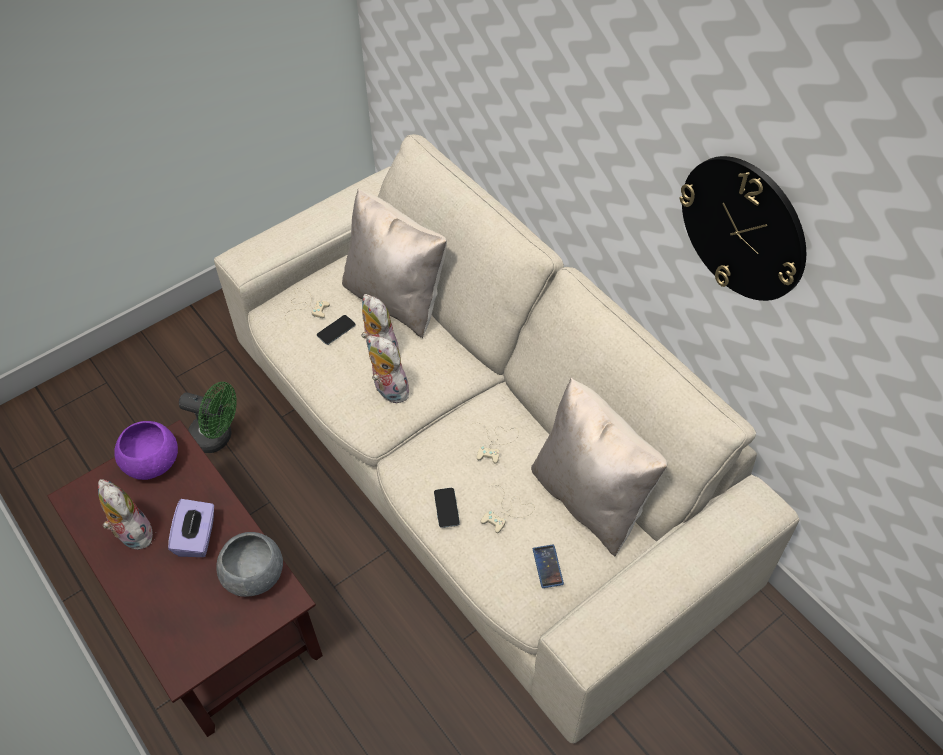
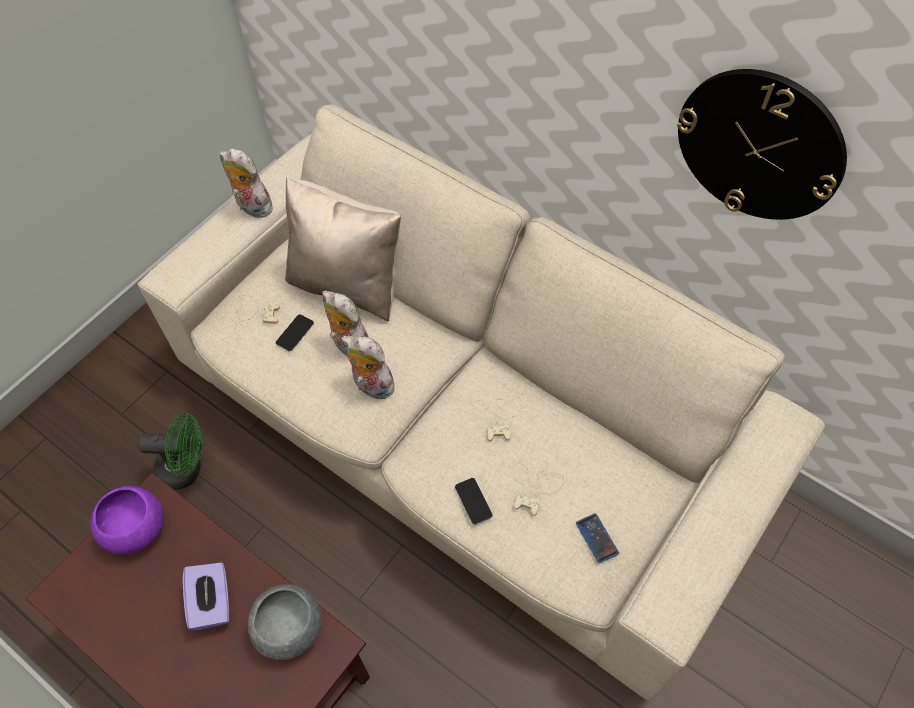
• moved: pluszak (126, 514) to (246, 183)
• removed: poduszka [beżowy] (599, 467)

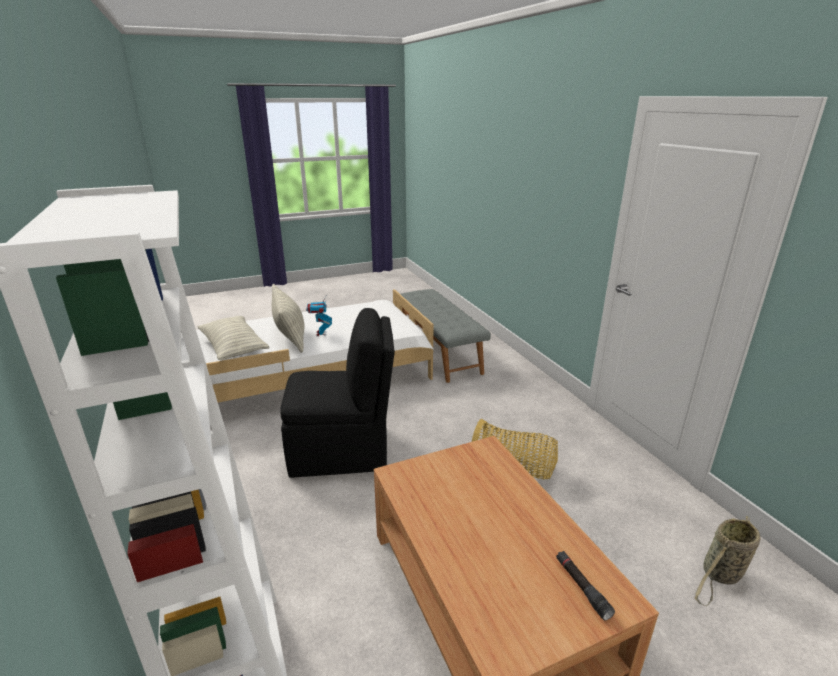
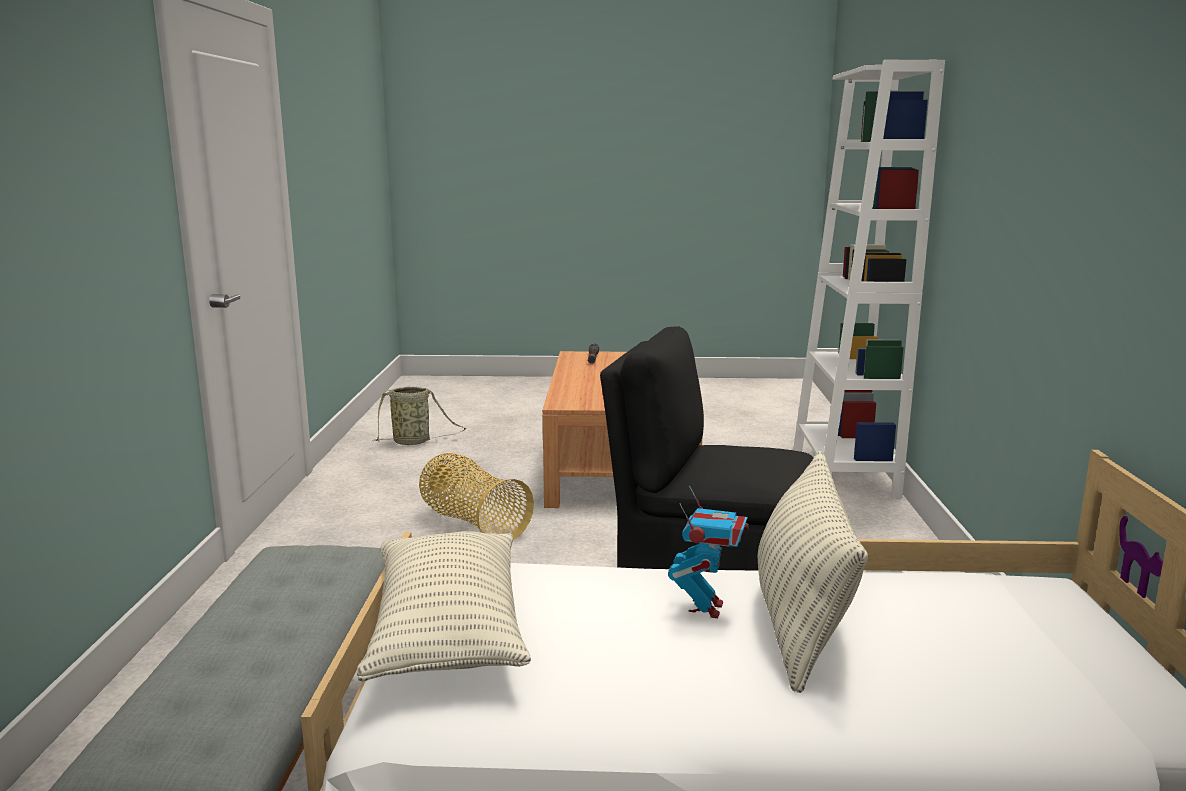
• moved: poduszka (233, 338) to (444, 606)

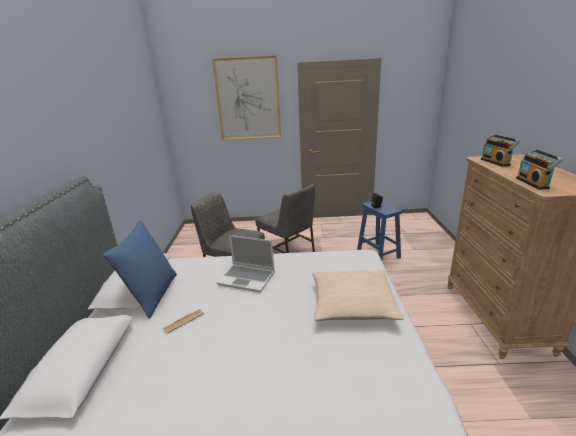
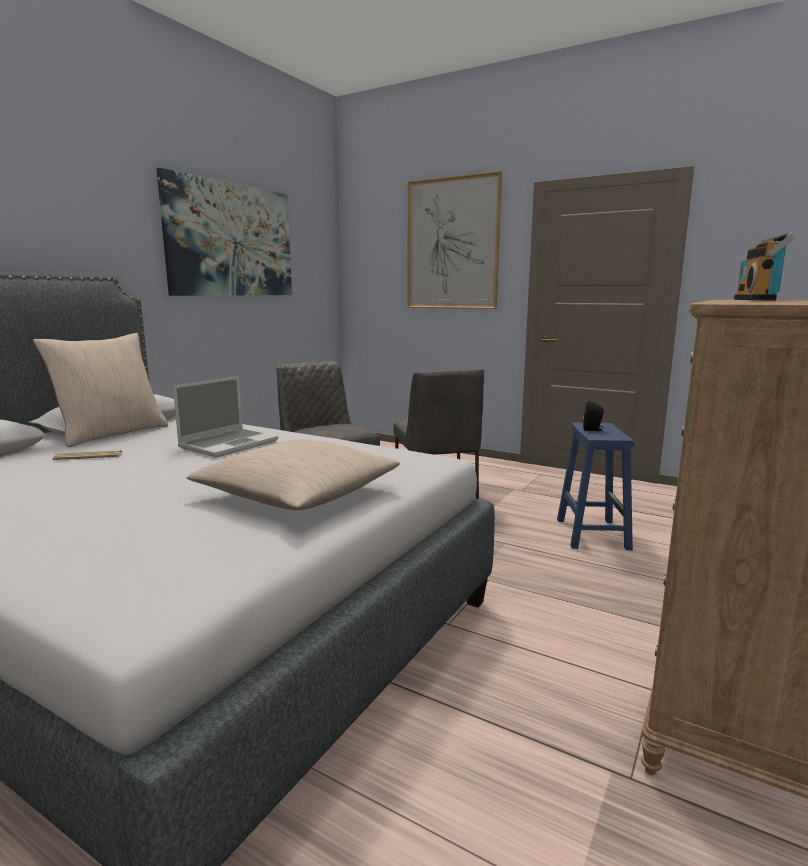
• recoloured: poduszka [niebieski] (140, 269) to poduszka [beżowy] (100, 390)
• turned: laptop (246, 263) = (225, 417) 105 degrees counterclockwise
• removed: radio (539, 169)
• added: obraz (224, 232)

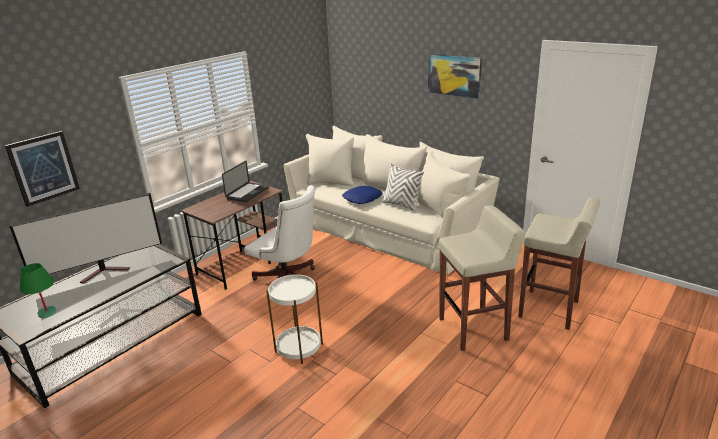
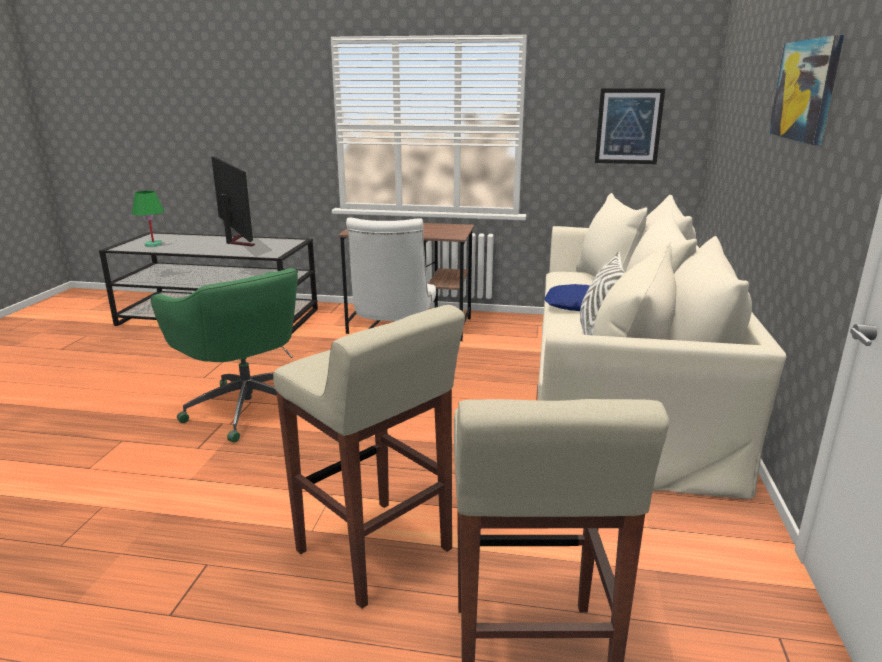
• moved: obraz (42, 169) to (630, 126)
• turned: telewizor (85, 238) = (233, 201) 150 degrees counterclockwise
• removed: laptop (245, 181)
• replaced: stolik [biały] (294, 319) to krzesło biurowe [zielony] (224, 355)

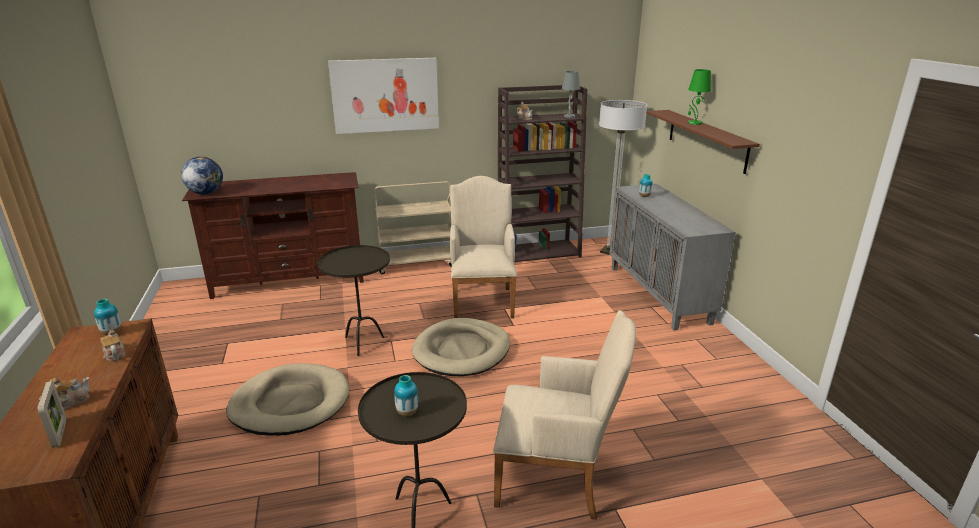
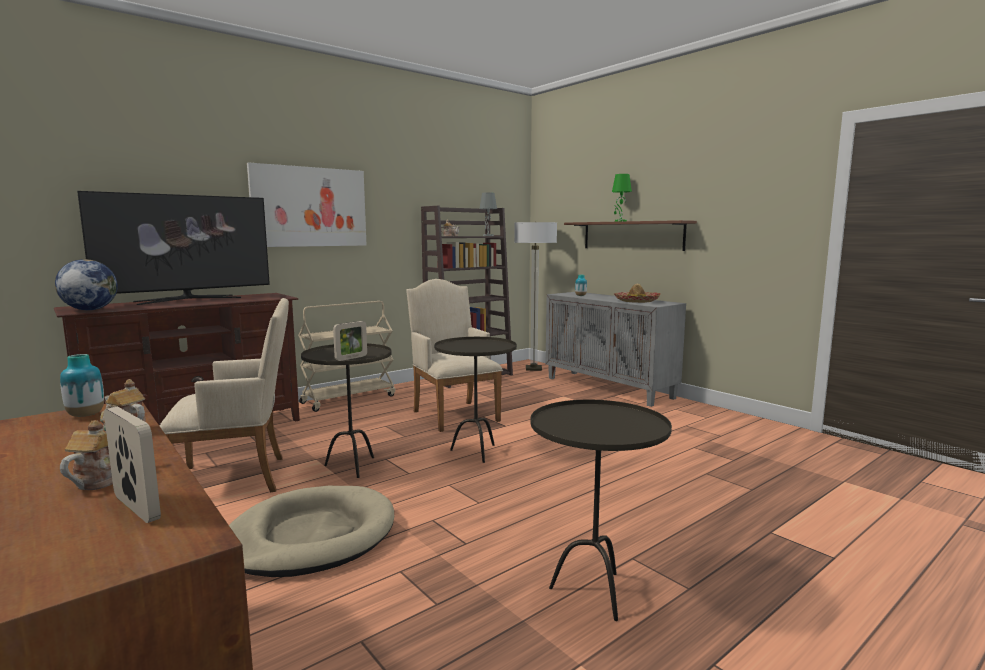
• removed: wazon (406, 395)
• replaced: legowisko [beżowy] (461, 347) to stolik [brązowy] (475, 400)
• moved: fotel [beżowy] (564, 415) to (224, 395)
• added: telewizor (173, 248)
• added: ramka na zdjęcie (350, 341)
• added: kapelusz (637, 293)

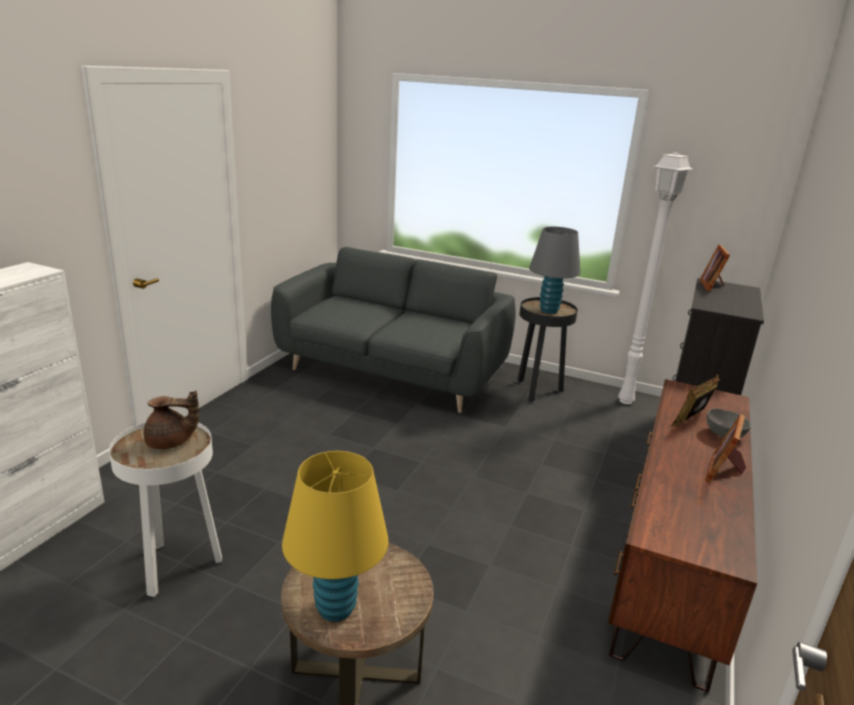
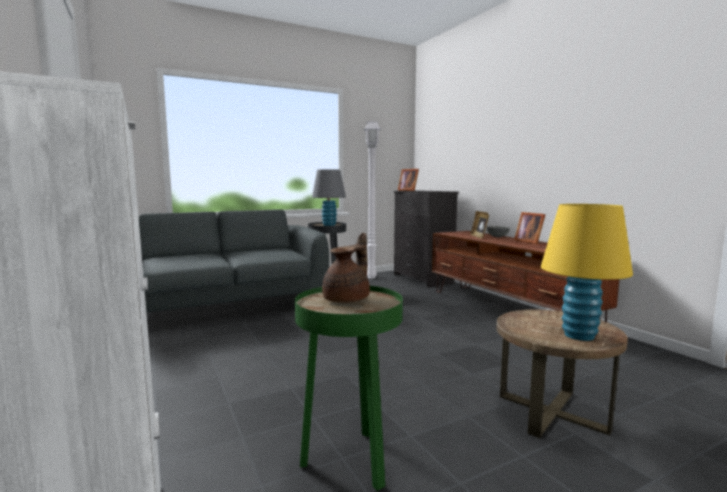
• recoloured: stolik [biały] (165, 509) to stolik [zielony] (349, 388)

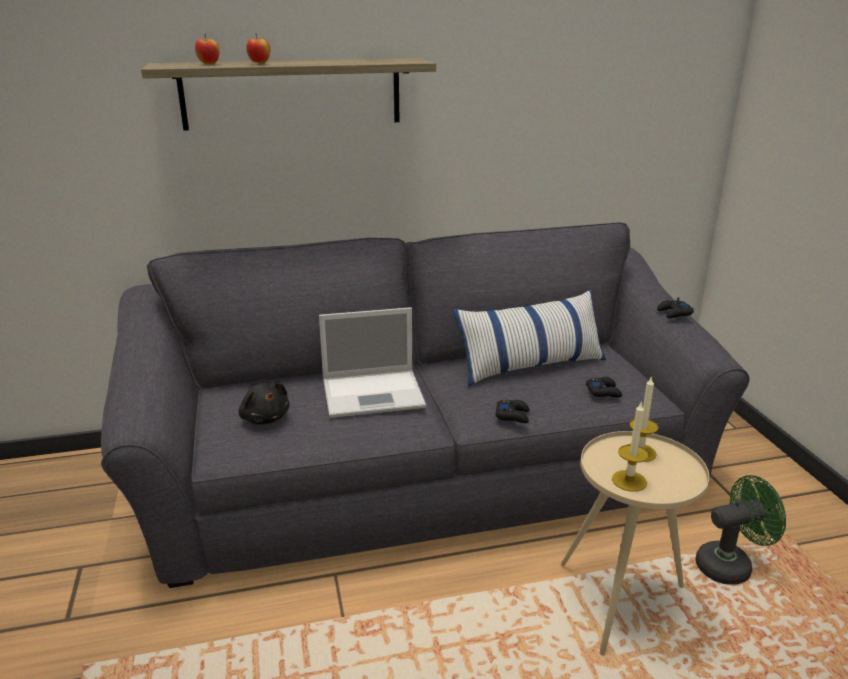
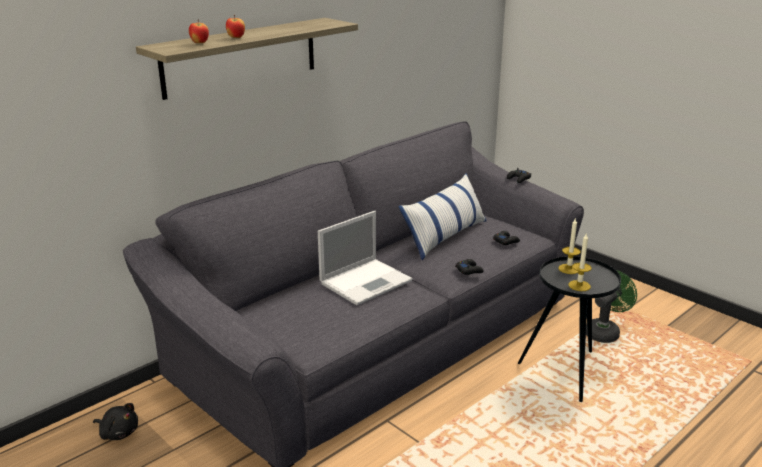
• moved: pluszak [czarny] (264, 403) to (115, 421)
• recoloured: stolik [beżowy] (635, 543) to stolik [czarny] (569, 329)

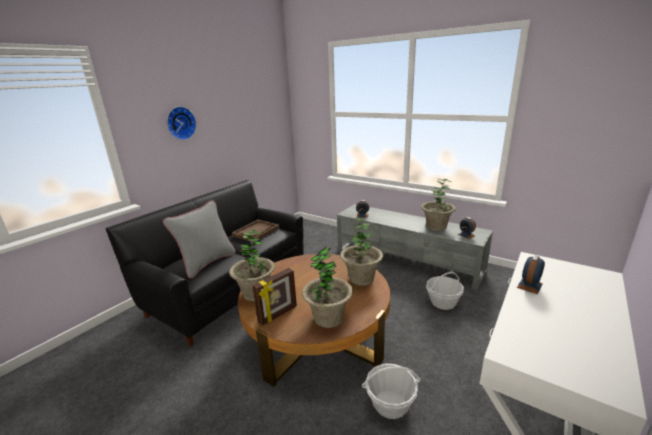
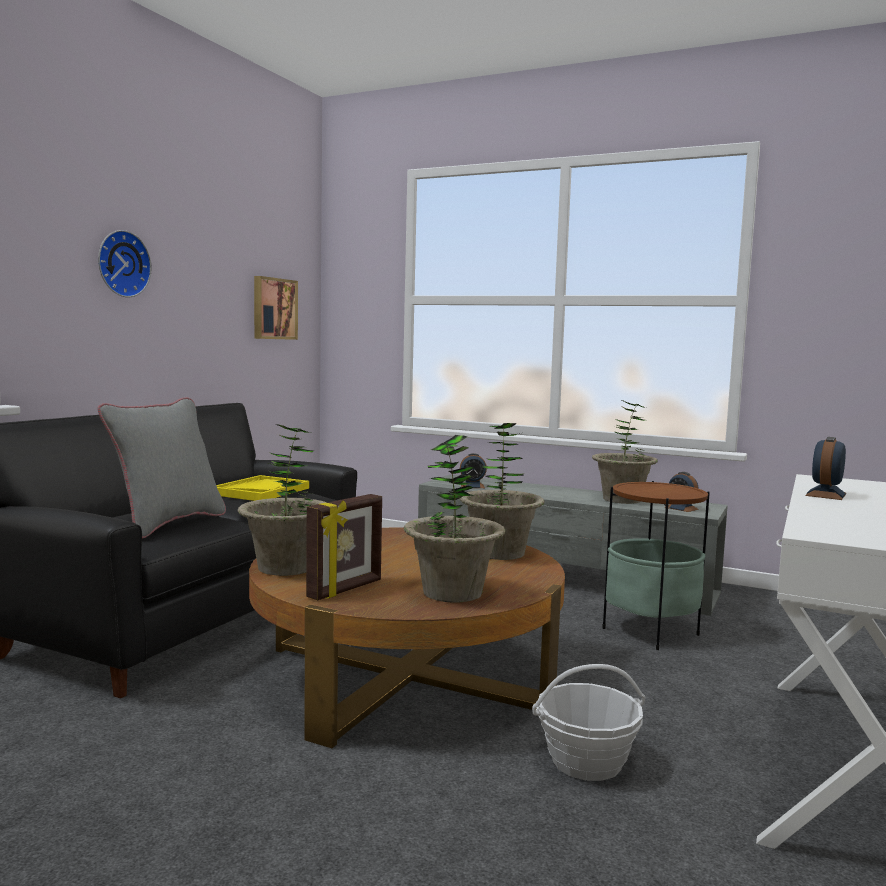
• recoloured: taca [brązowy] (255, 230) to taca [żółty] (262, 488)
• replaced: koszyk (445, 291) to stolik (656, 565)
• added: obraz (276, 308)

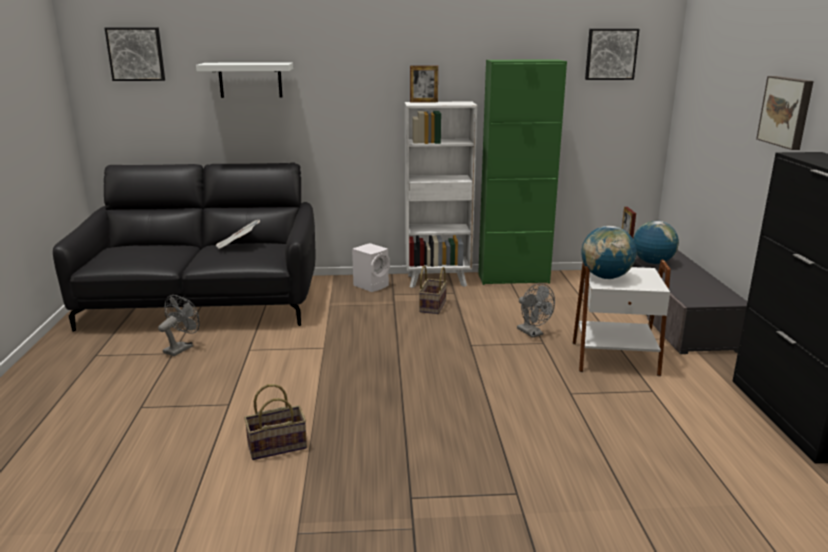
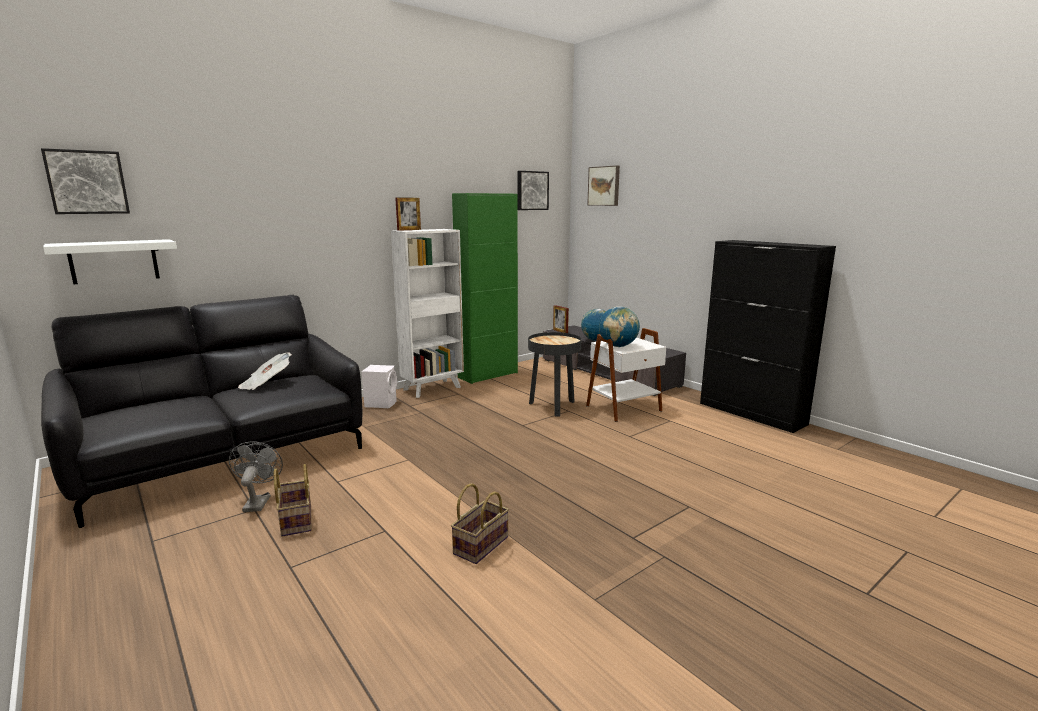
• moved: półka [biały] (244, 80) to (110, 262)
• moved: koszyk (433, 289) to (292, 500)
• replaced: wentylator [szary] (536, 310) to stolik [czarny] (554, 374)
• moved: obraz (785, 113) to (603, 185)

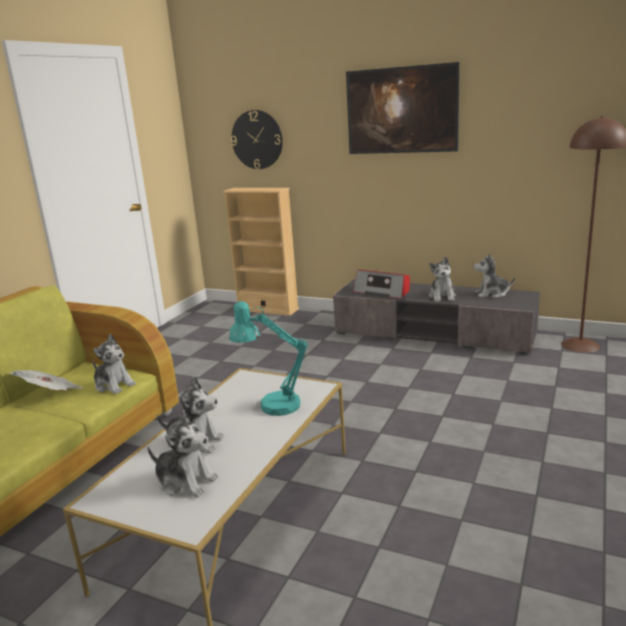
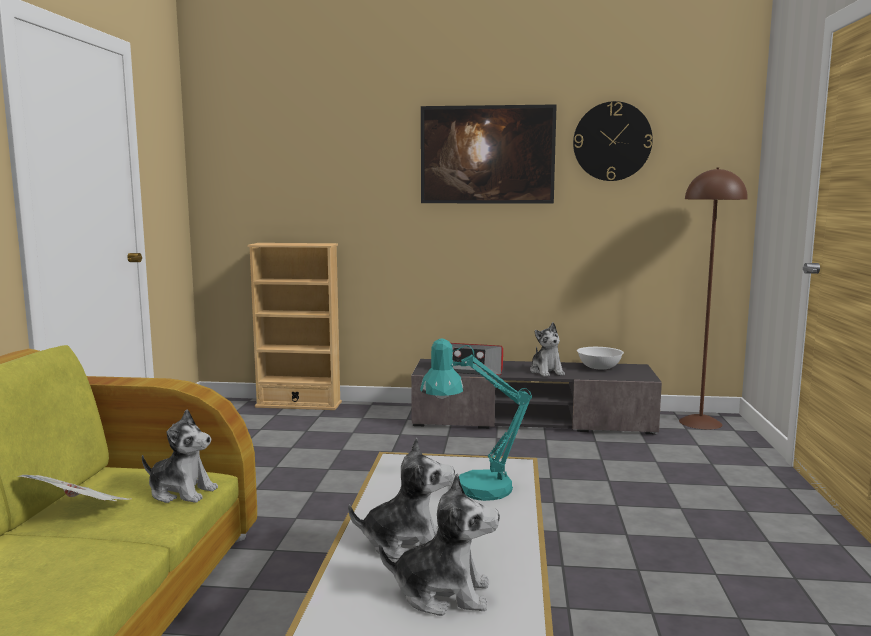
• moved: zegar ścienny (257, 139) to (613, 141)
• replaced: pluszak (494, 276) to miska [biały] (600, 358)

